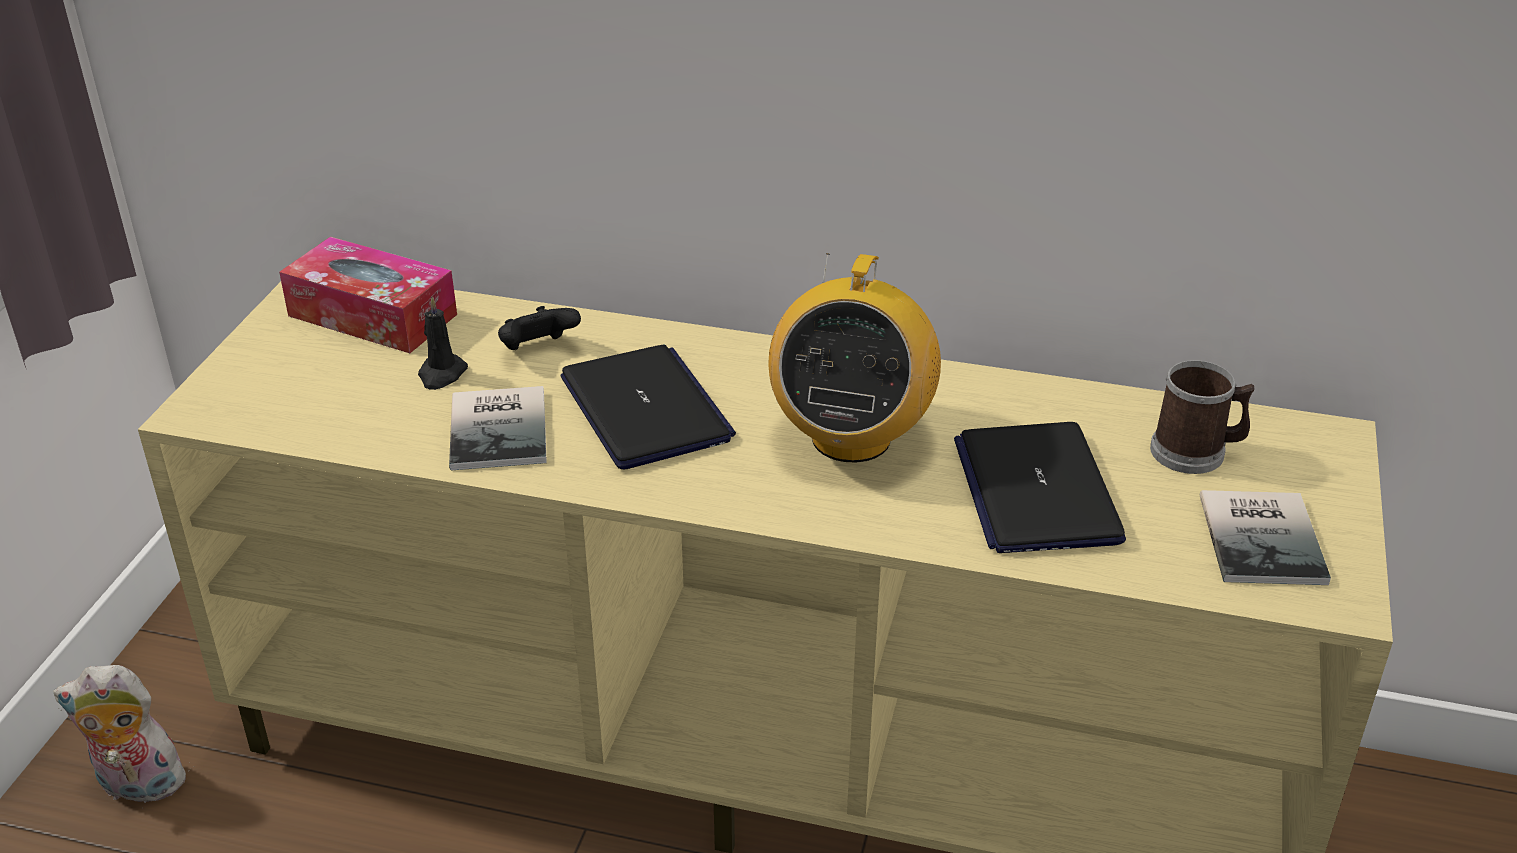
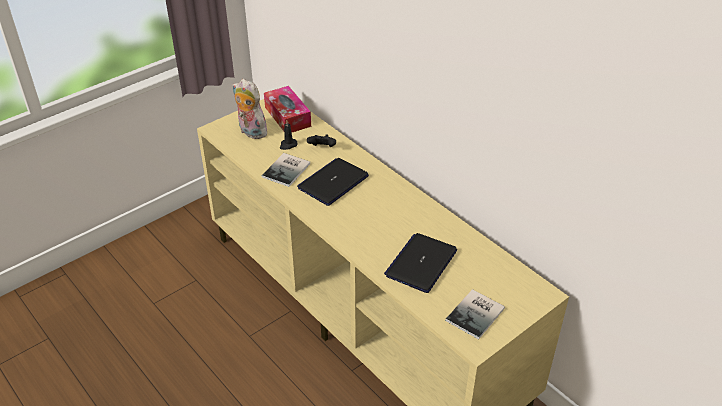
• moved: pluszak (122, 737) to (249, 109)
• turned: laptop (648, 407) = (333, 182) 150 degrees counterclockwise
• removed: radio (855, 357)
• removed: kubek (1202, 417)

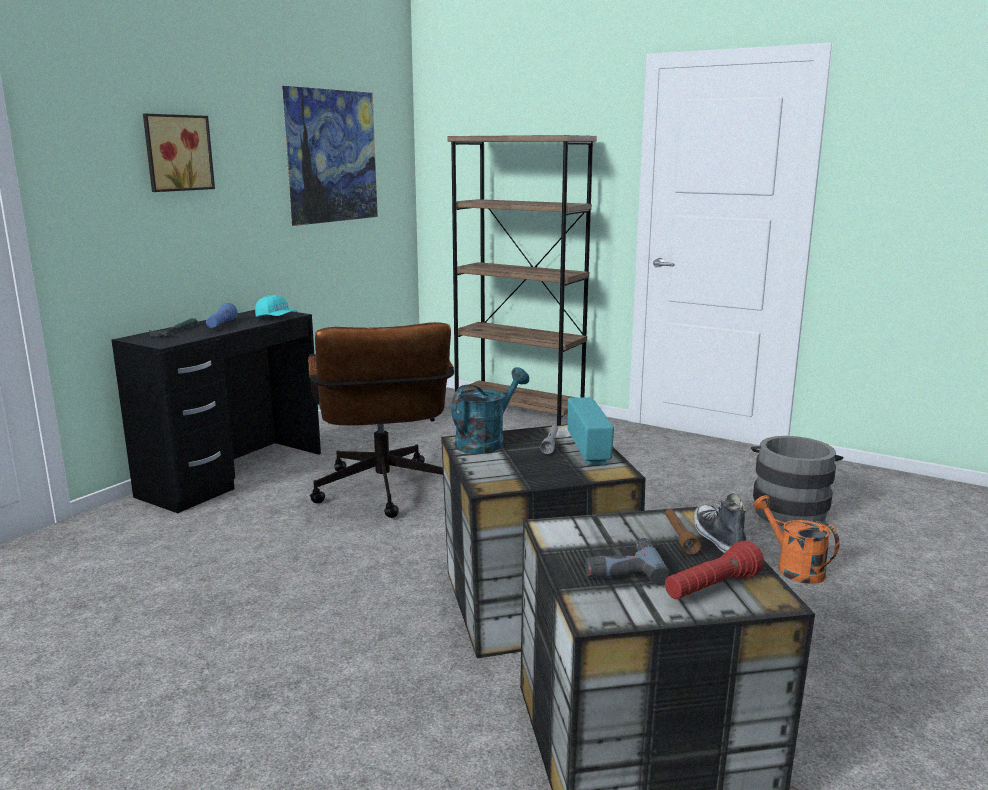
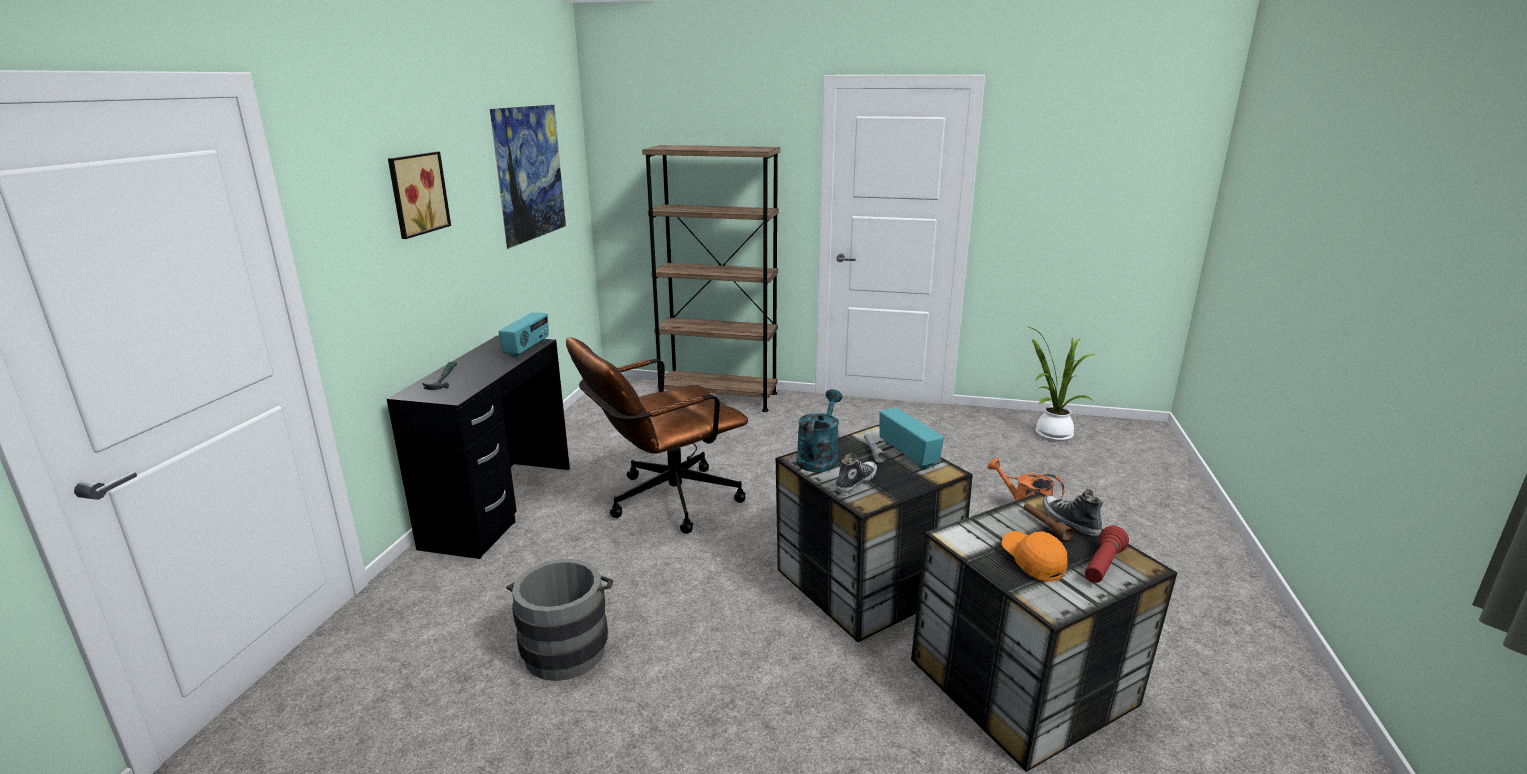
• removed: latarka [niebieski] (222, 315)
• replaced: czapka z daszkiem [turkusowy] (276, 306) to radio (524, 335)
• turned: krzesło biurowe [brązowy] (381, 420) = (657, 435) 90 degrees clockwise
• replaced: wiertarka (627, 561) to czapka z daszkiem [pomarańczowy] (1035, 556)
• moved: wiadro [szary] (797, 481) to (560, 620)
• added: but (856, 473)
• added: roślina doniczkowa (1060, 383)

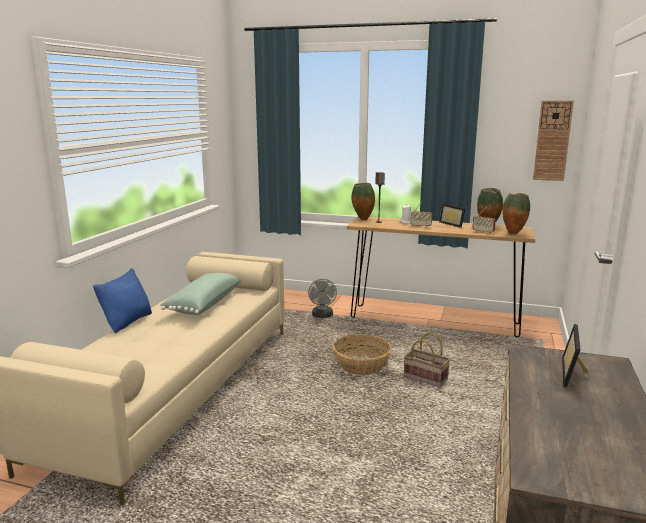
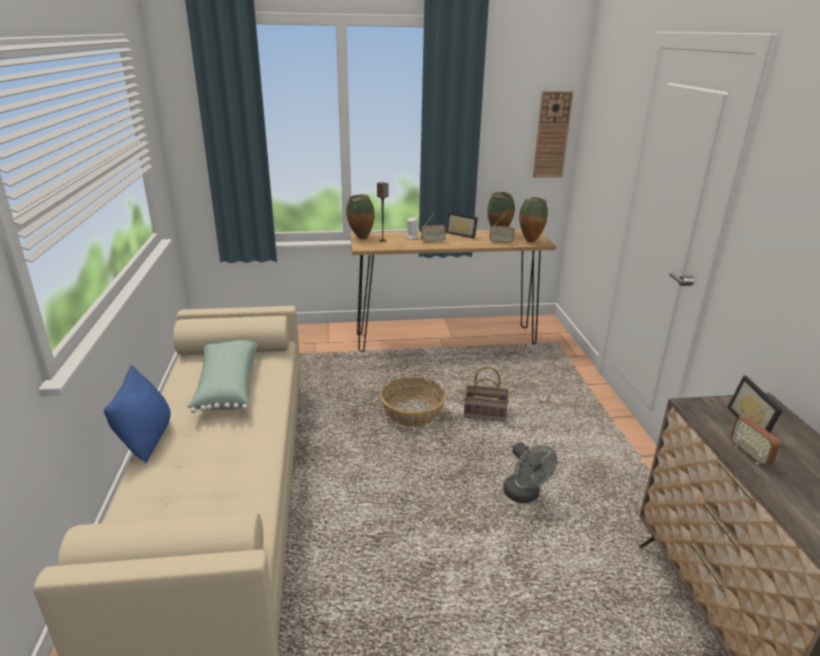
• moved: wentylator [szary] (322, 298) to (530, 473)
• added: radio (755, 436)

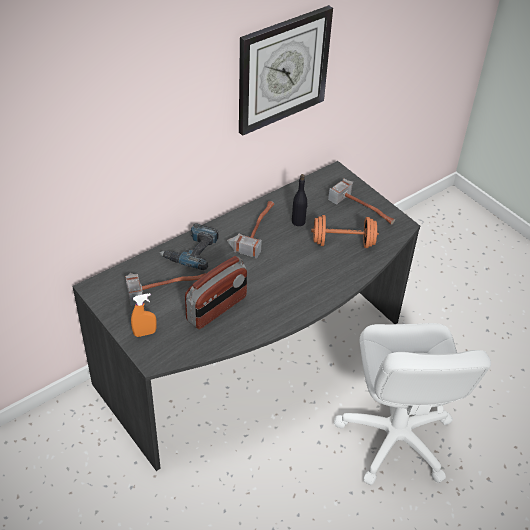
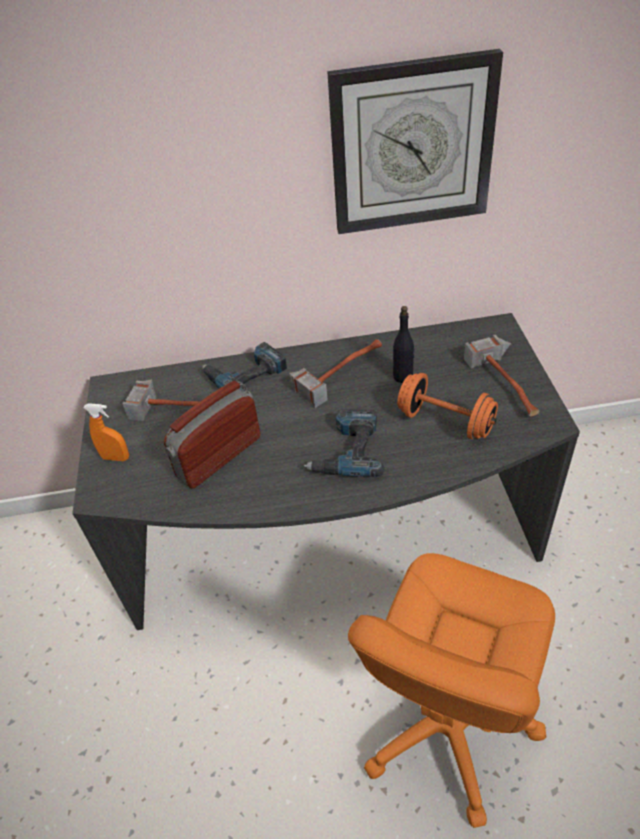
• turned: radio (216, 292) = (212, 435) 150 degrees clockwise
• recoloured: krzesło biurowe [biały] (412, 404) to krzesło biurowe [pomarańczowy] (451, 690)
• added: wiertarka (344, 443)

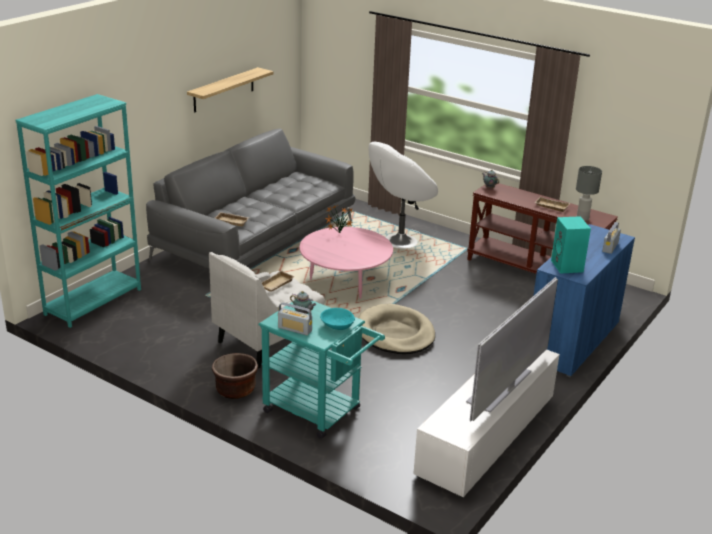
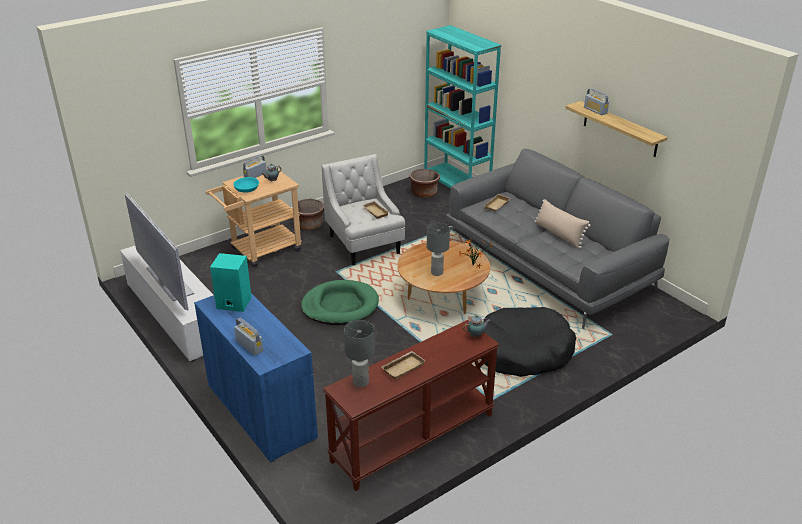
• recoloured: wózek [turkusowy] (321, 370) to wózek [beżowy] (254, 218)
• recoloured: ława [różowy] (346, 263) to ława [brązowy] (443, 277)
• recoloured: legowisko [beżowy] (396, 329) to legowisko [zielony] (340, 302)
• replaced: fotel [biały] (403, 195) to legowisko [czarny] (528, 342)
• added: donica [brązowy] (424, 183)
• added: lampa stołowa [szary] (438, 249)
• added: poduszka [beżowy] (562, 224)
• added: radio (596, 101)

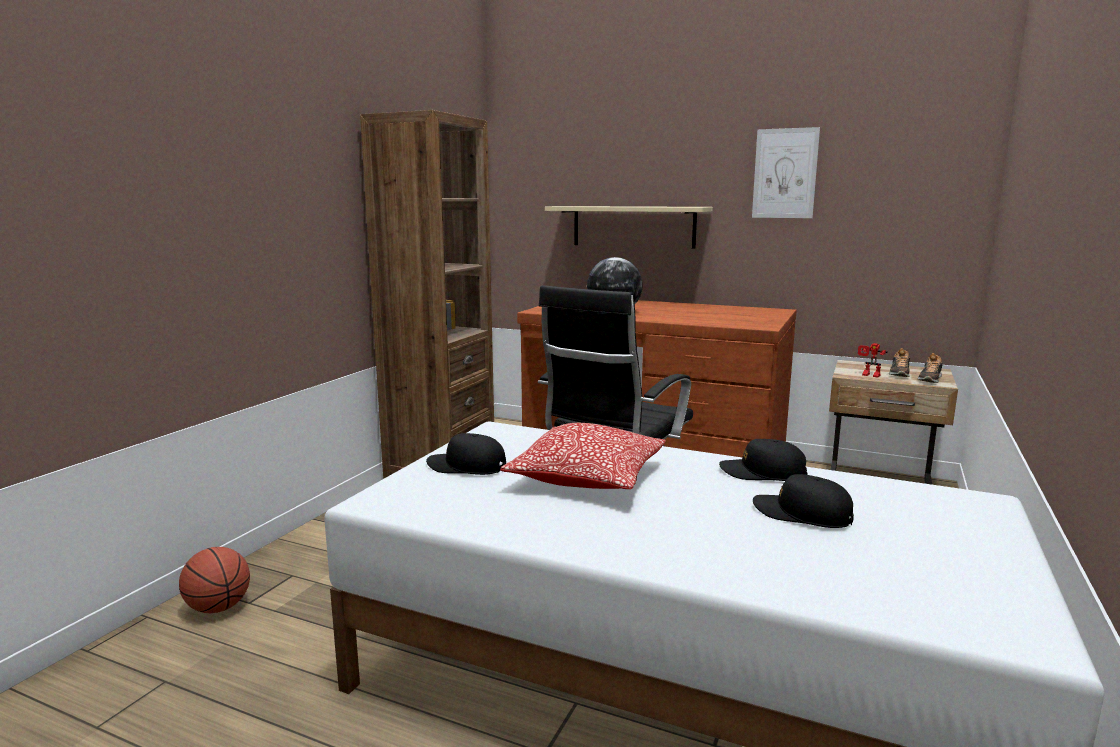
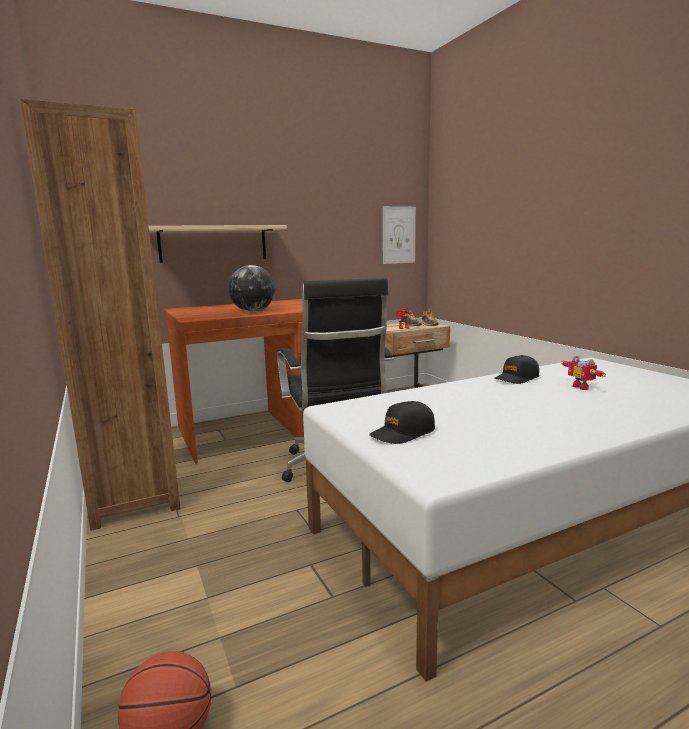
• removed: poduszka (583, 456)
• moved: obraz (786, 172) to (399, 235)
• replaced: czapka z daszkiem [czarny] (803, 501) to robot zabawkowy (583, 372)

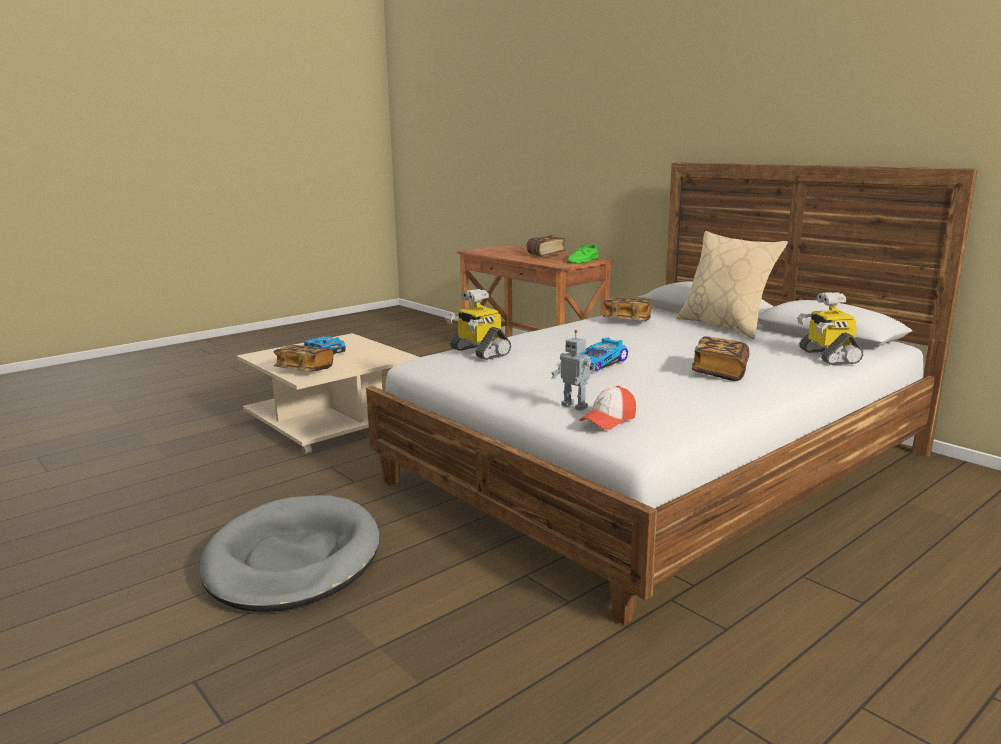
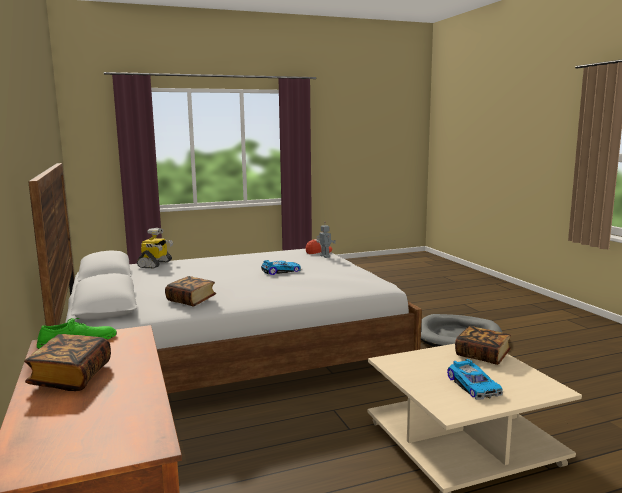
• removed: robot zabawkowy (478, 324)
• removed: poduszka [beżowy] (732, 285)
• removed: książka (720, 358)

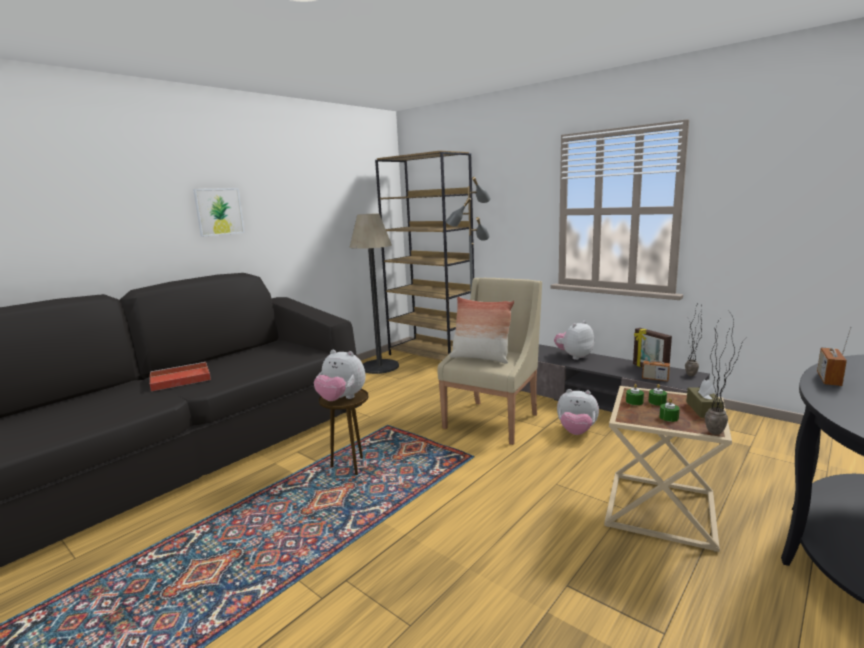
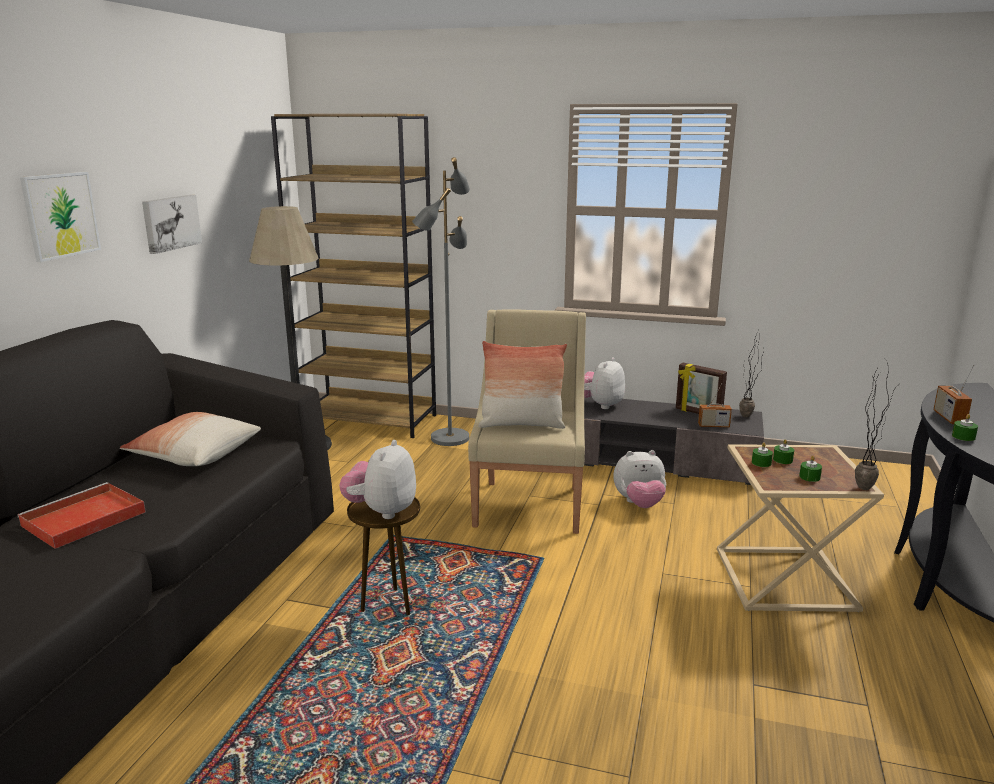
• turned: pluszak (340, 375) = (377, 479) 105 degrees clockwise
• removed: pudełko chusteczek [brązowy] (705, 398)
• added: poduszka (190, 439)
• added: obraz (172, 224)
• added: świeca [zielony] (965, 427)

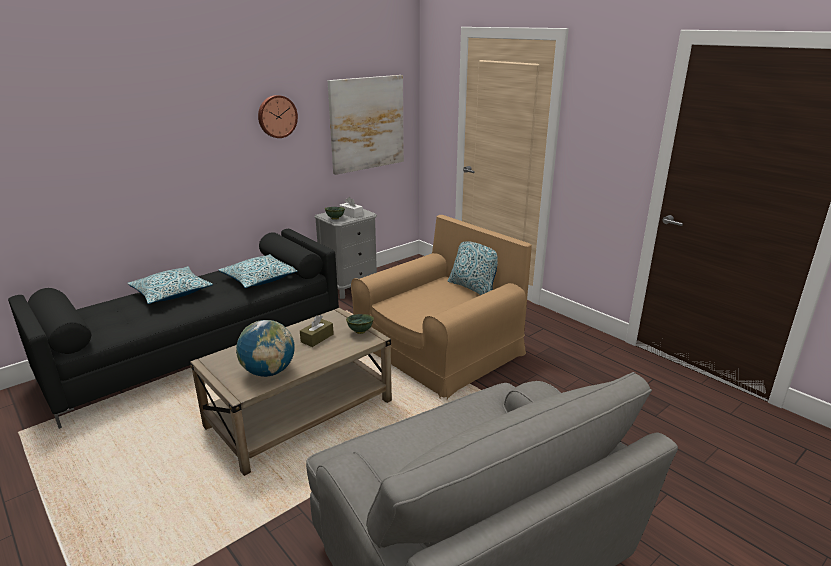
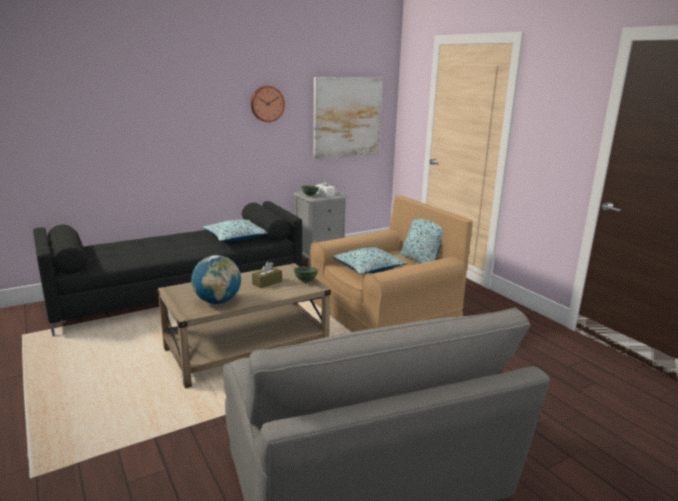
• moved: poduszka (170, 285) to (370, 260)

